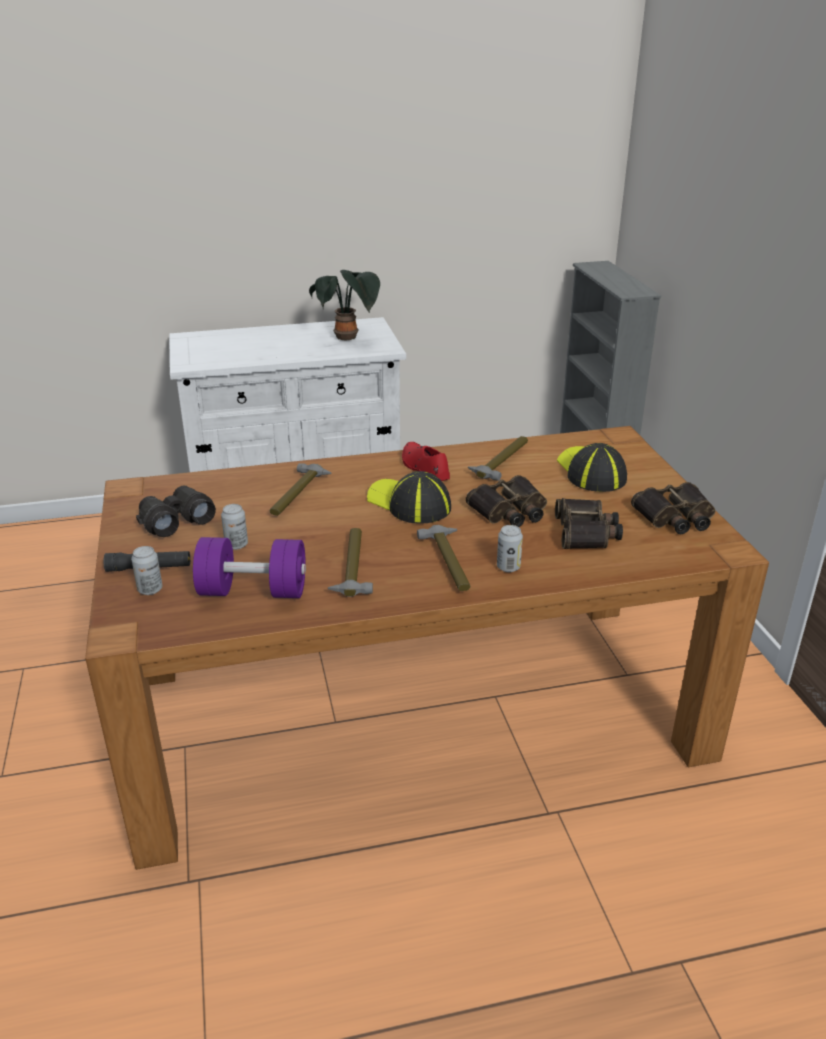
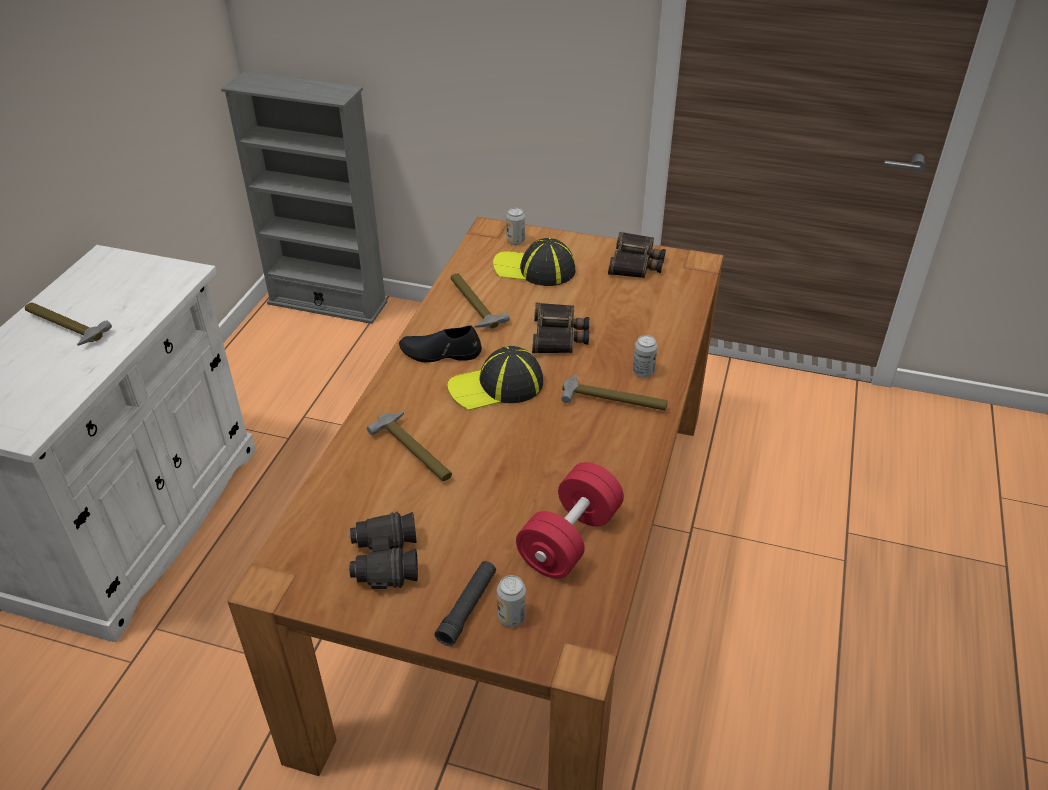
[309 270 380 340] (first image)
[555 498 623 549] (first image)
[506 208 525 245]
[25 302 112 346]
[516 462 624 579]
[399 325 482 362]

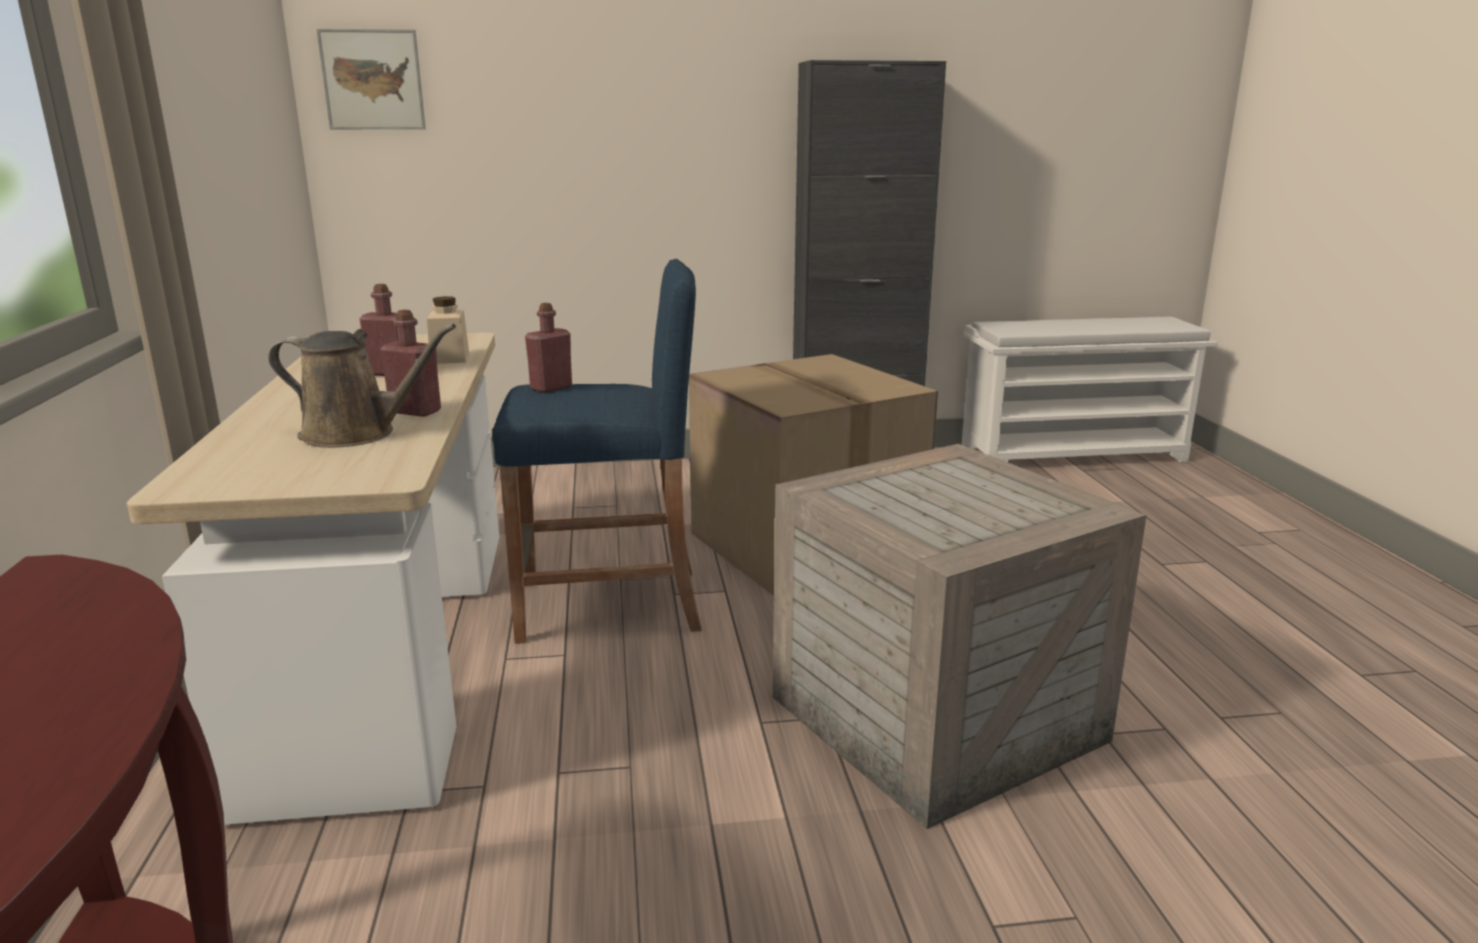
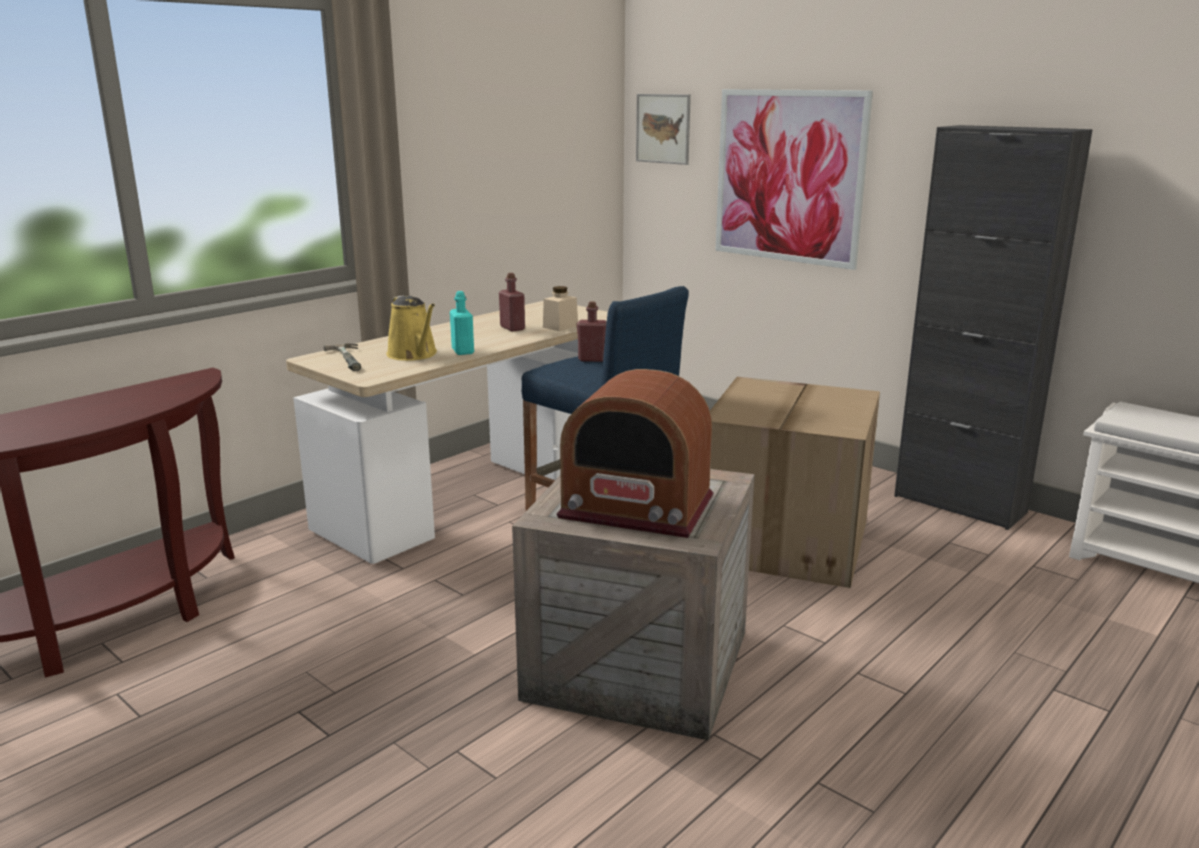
[323 343 361 371]
[557 369 714 538]
[716 89 873 270]
[386 296 437 361]
[450 291 474 355]

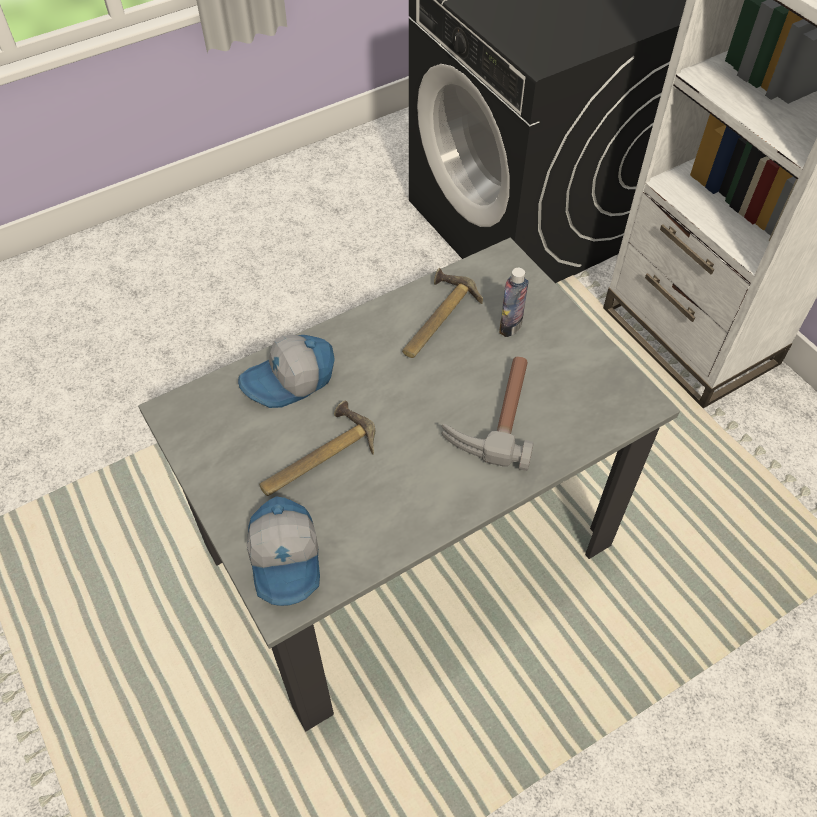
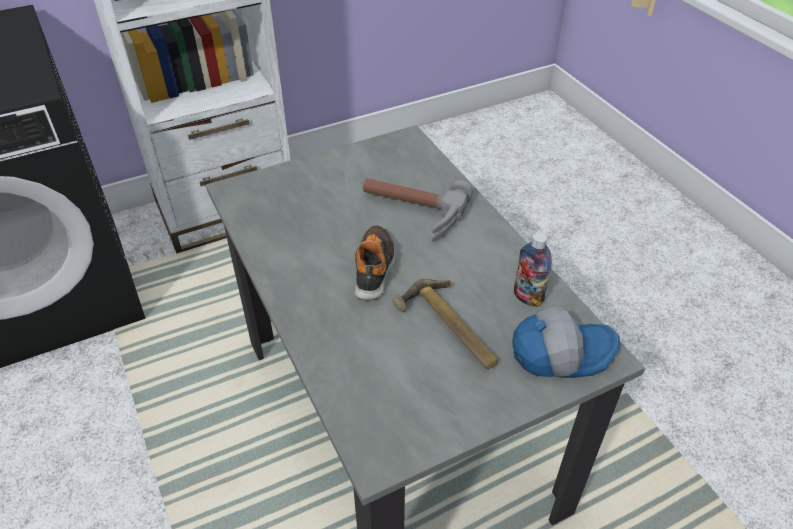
[238 335 335 408] (first image)
[402 268 483 358] (first image)
[354 225 396 300]
[514 233 552 307]

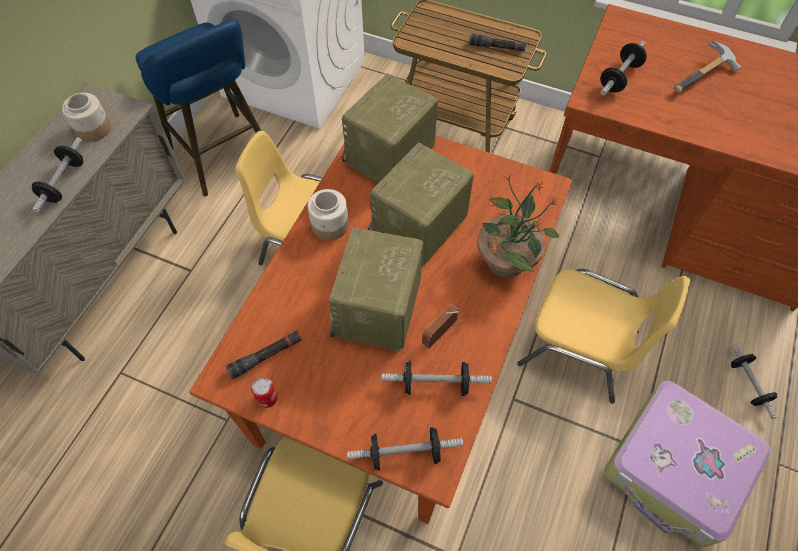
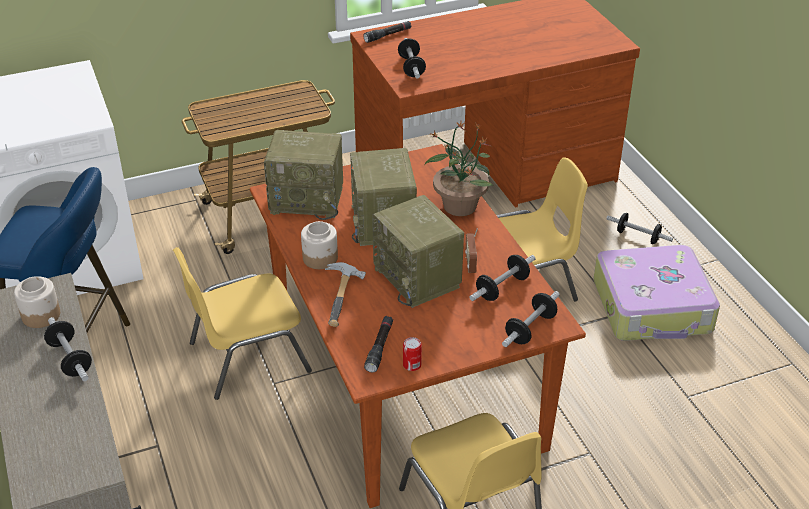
[363 21 412 43]
[325 262 366 327]
[264 130 343 220]

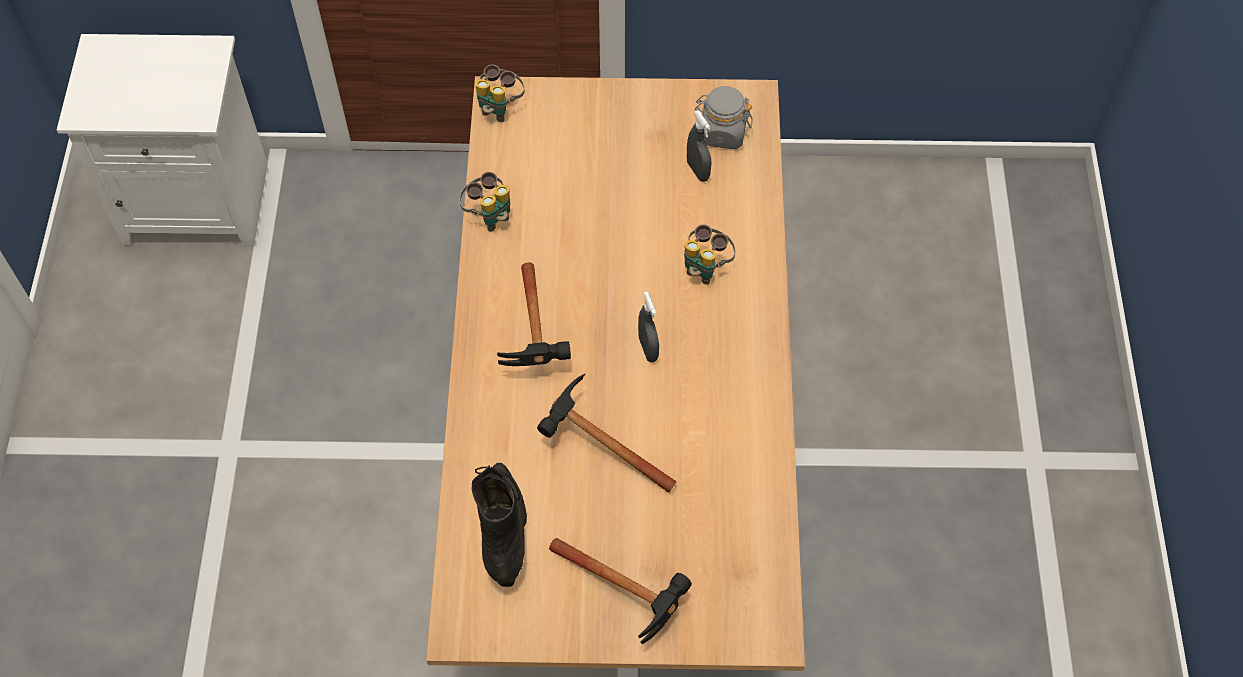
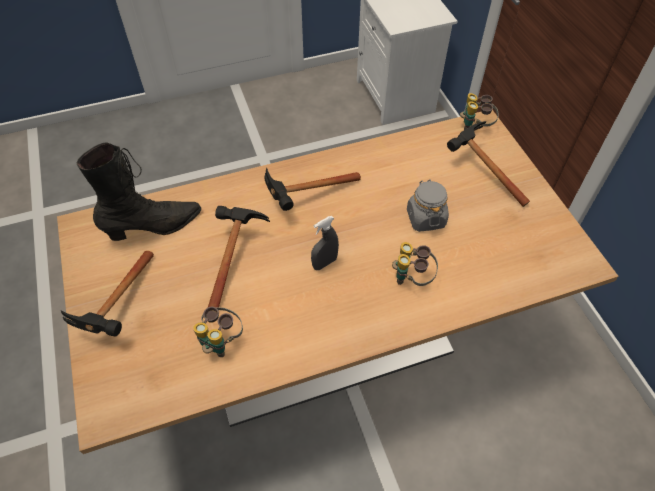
[687 110 712 182] (first image)
[447 121 530 207]
[193 307 243 357]
[407 179 449 232]

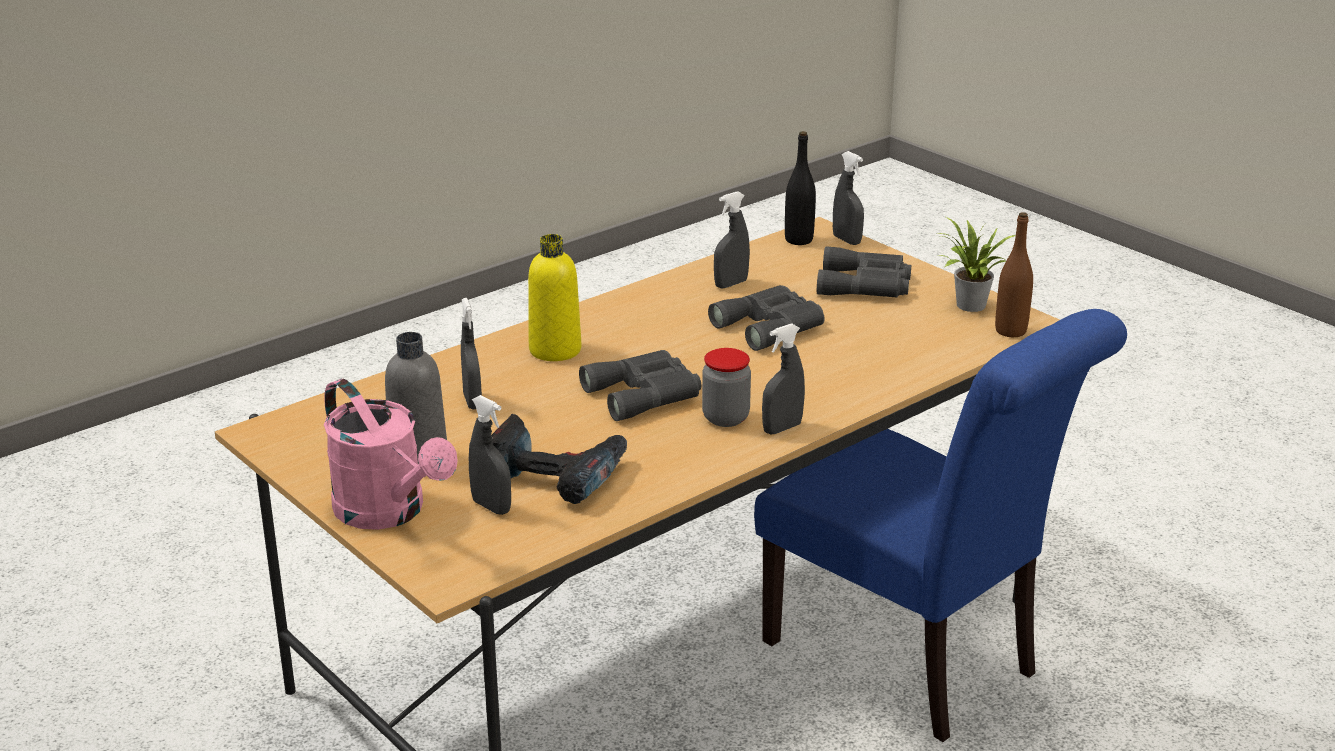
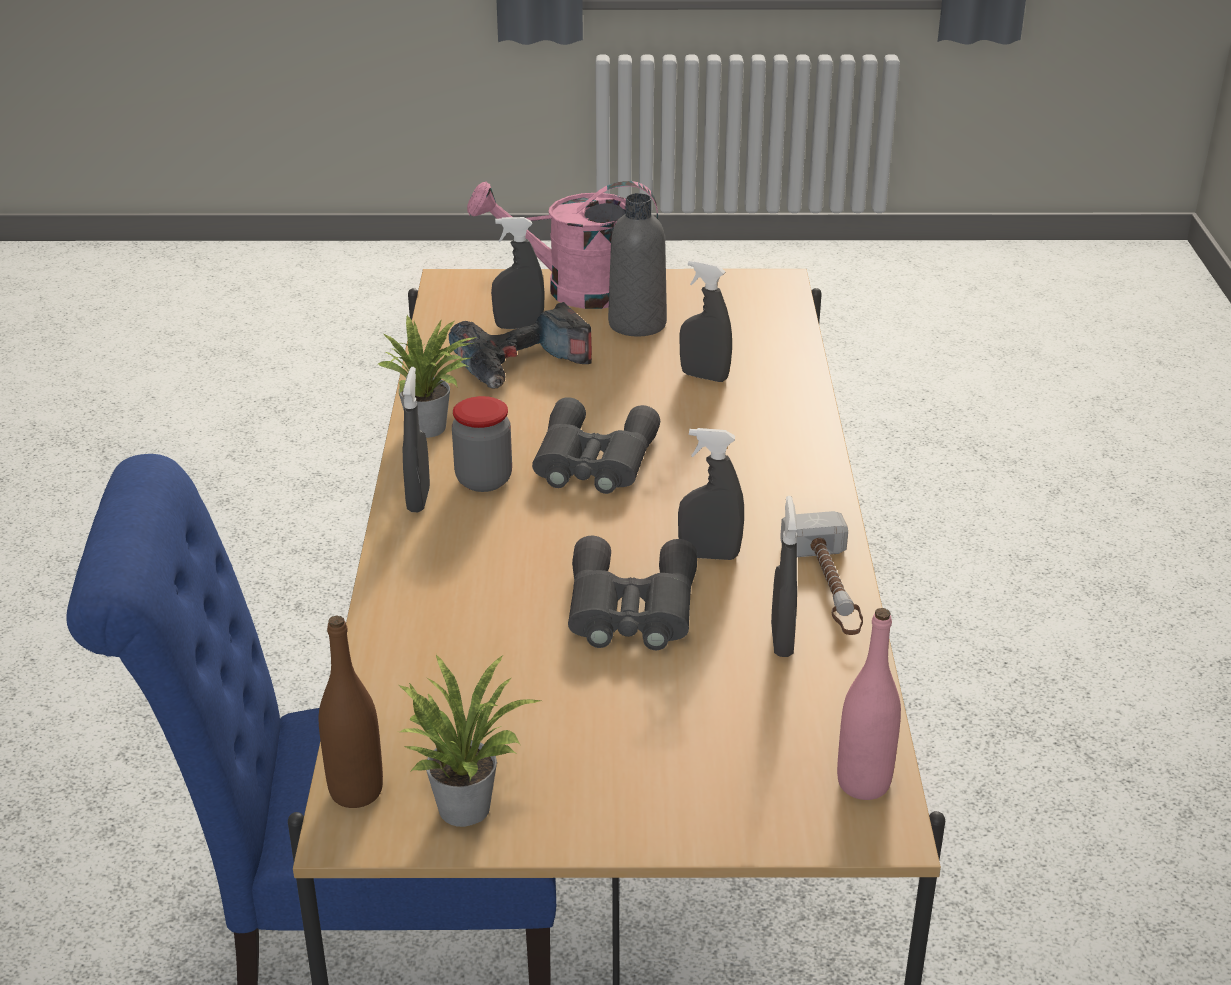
[528 234 581 361] (first image)
[817 246 911 298] (first image)
[377 315 477 438]
[780 511 863 635]
[678 428 744 560]
[837 608 901 800]

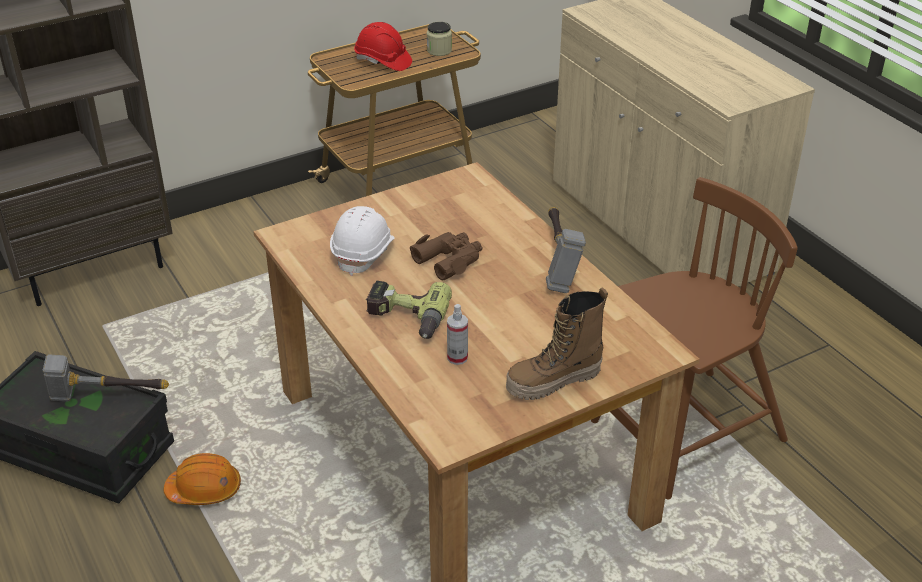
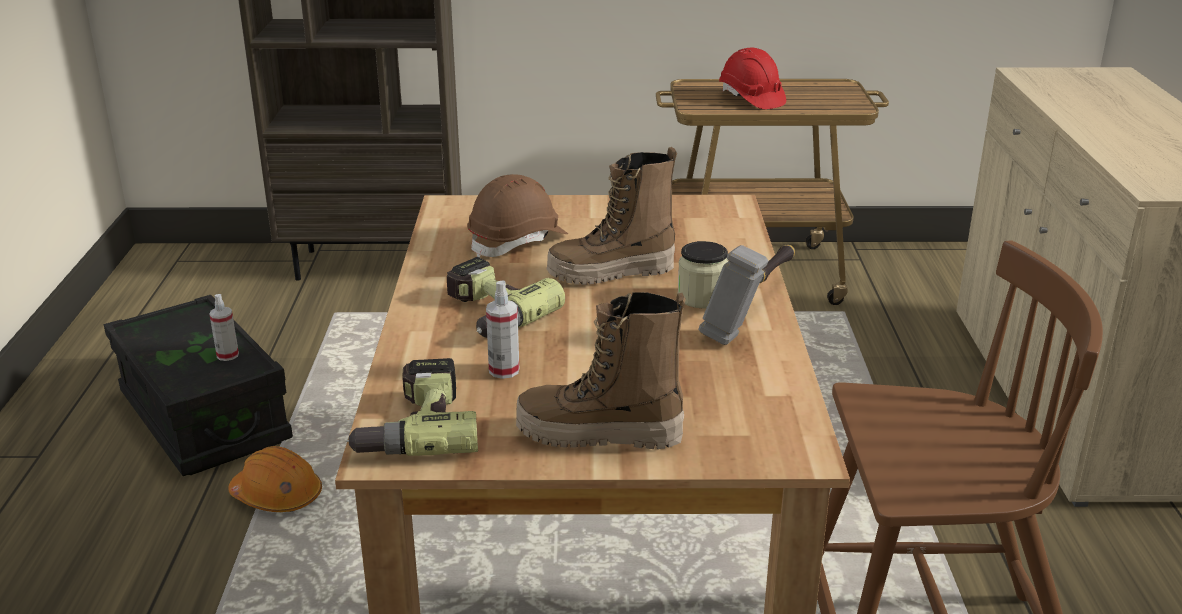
[345 358 478 456]
[678 241 728 309]
[209 294 239 361]
[547 147 677 285]
[467 174 568 258]

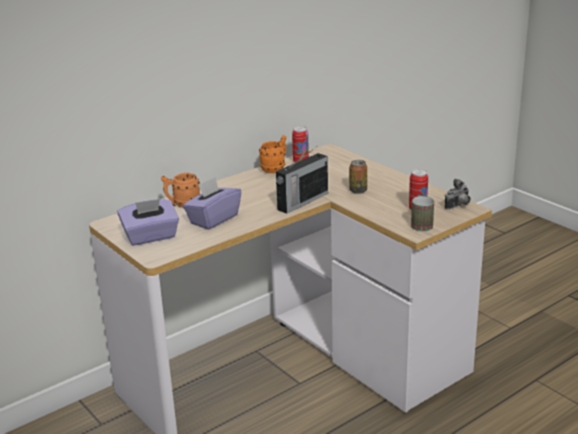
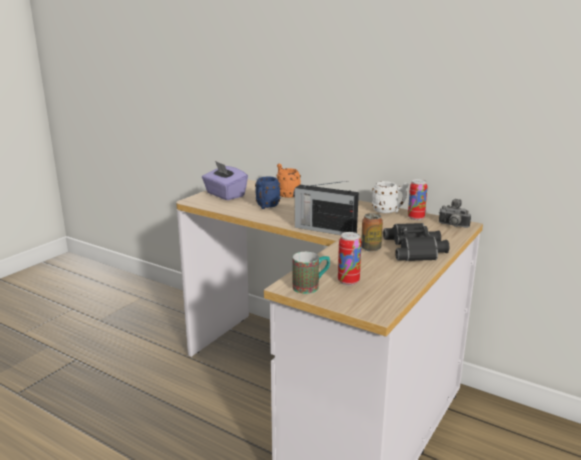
[383 223 449 261]
[439 199 471 228]
[255 176 280 209]
[372 181 409 213]

